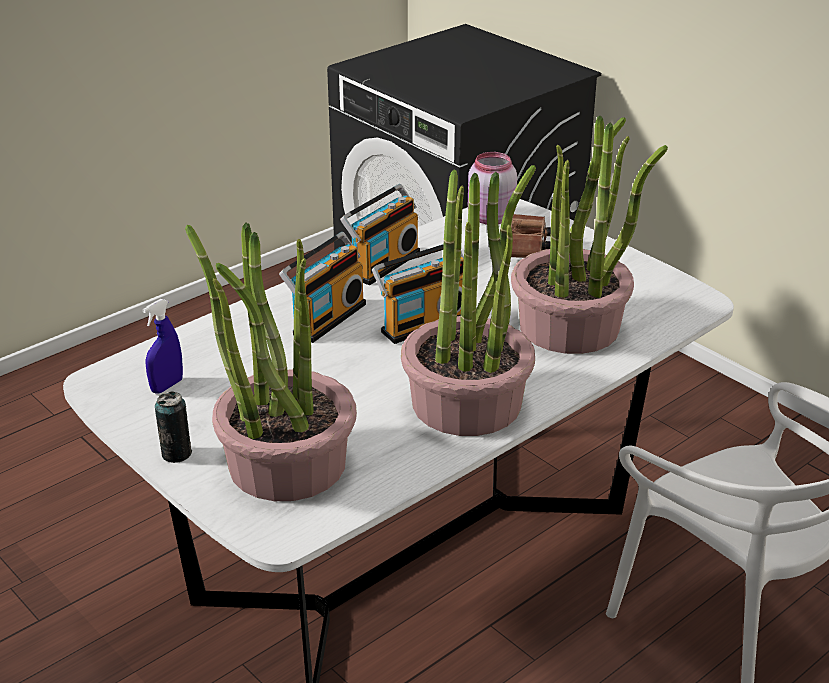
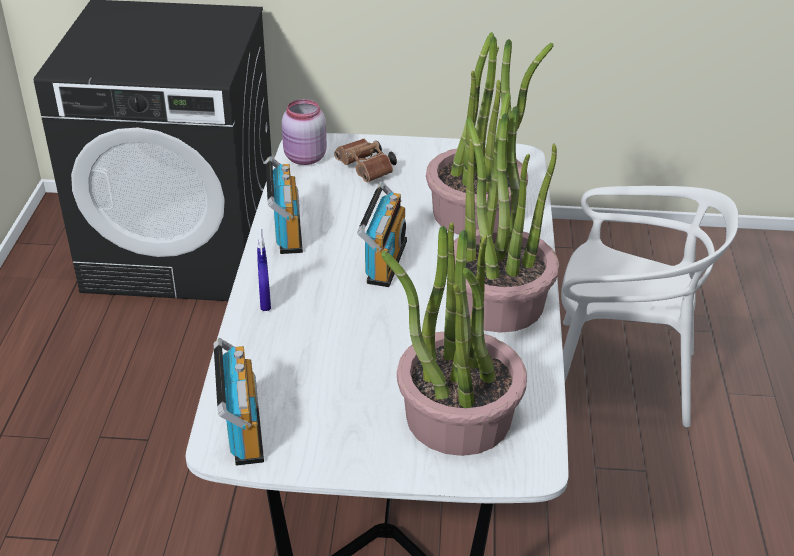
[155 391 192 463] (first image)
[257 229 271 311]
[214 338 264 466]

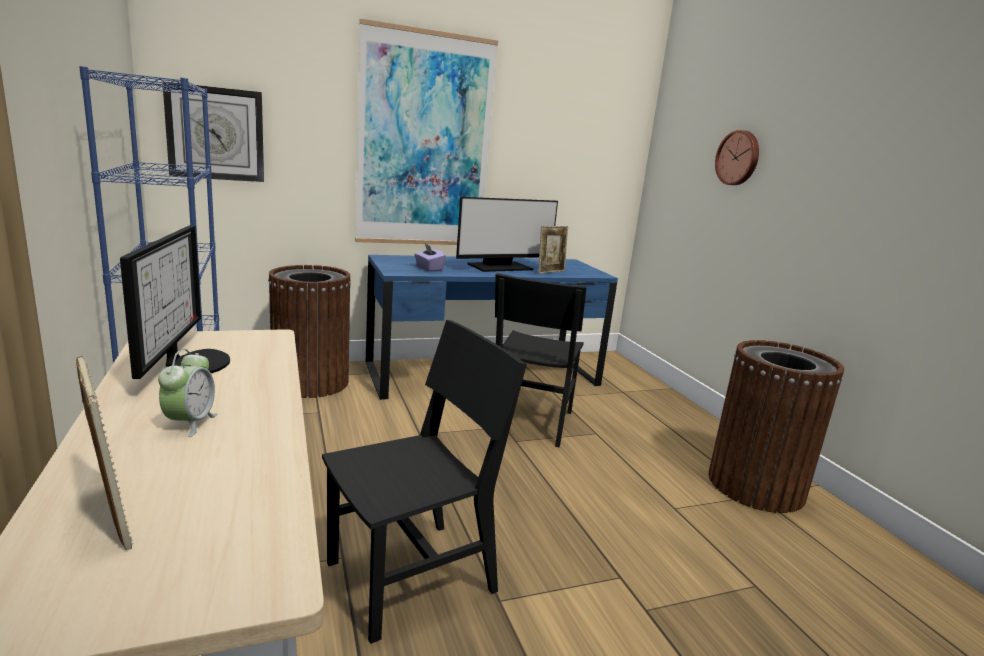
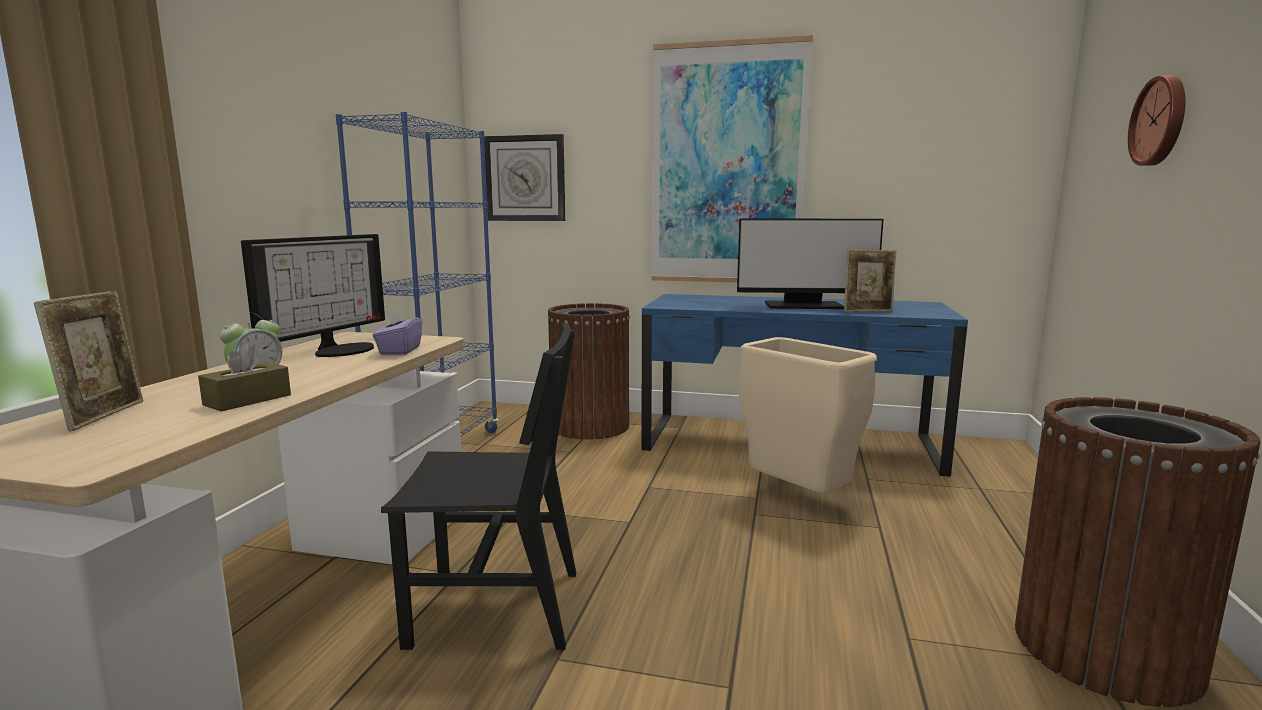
[198 342 291 411]
[373 308 422 355]
[739 337 877 493]

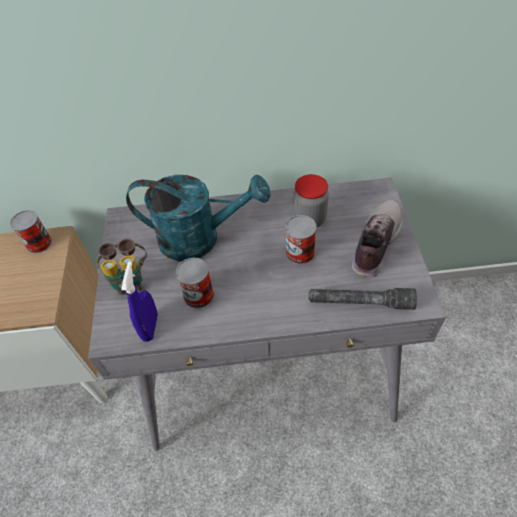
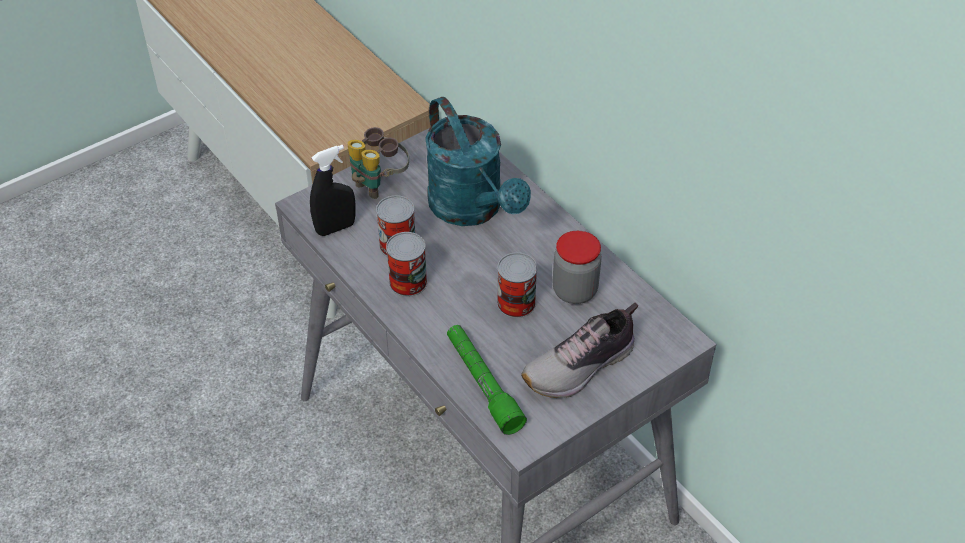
[386 232 427 297]
[310 145 356 236]
[447 325 527 435]
[521 303 639 398]

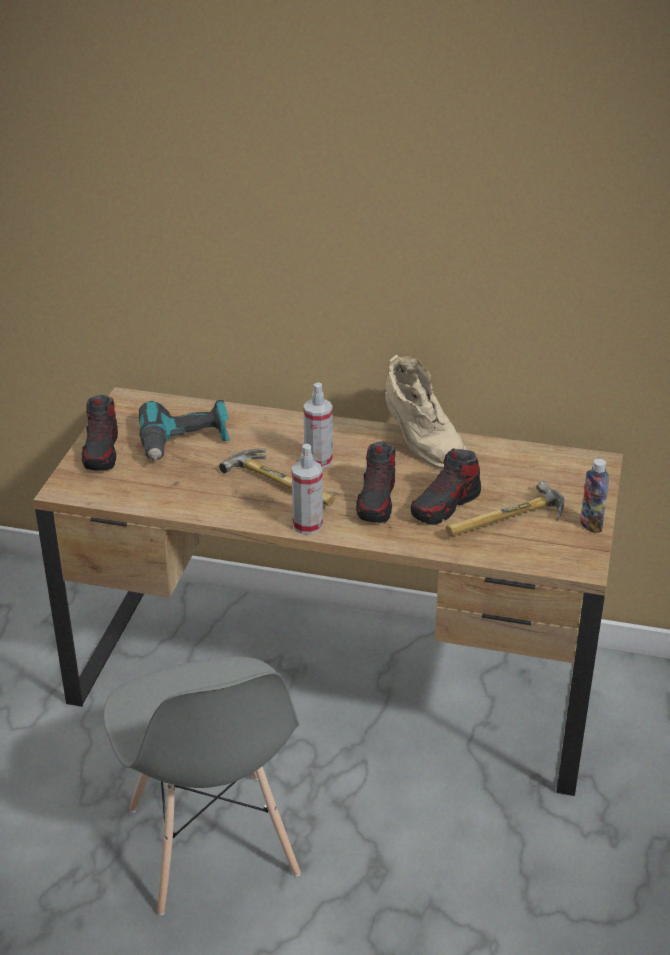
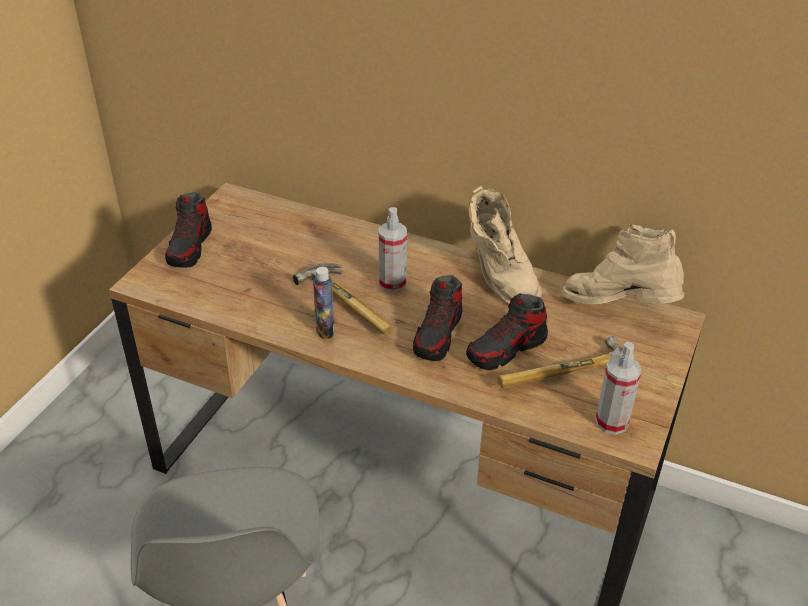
[139 400 230 460] (first image)
[562 225 685 304]
[595 342 642 435]
[313 267 335 339]

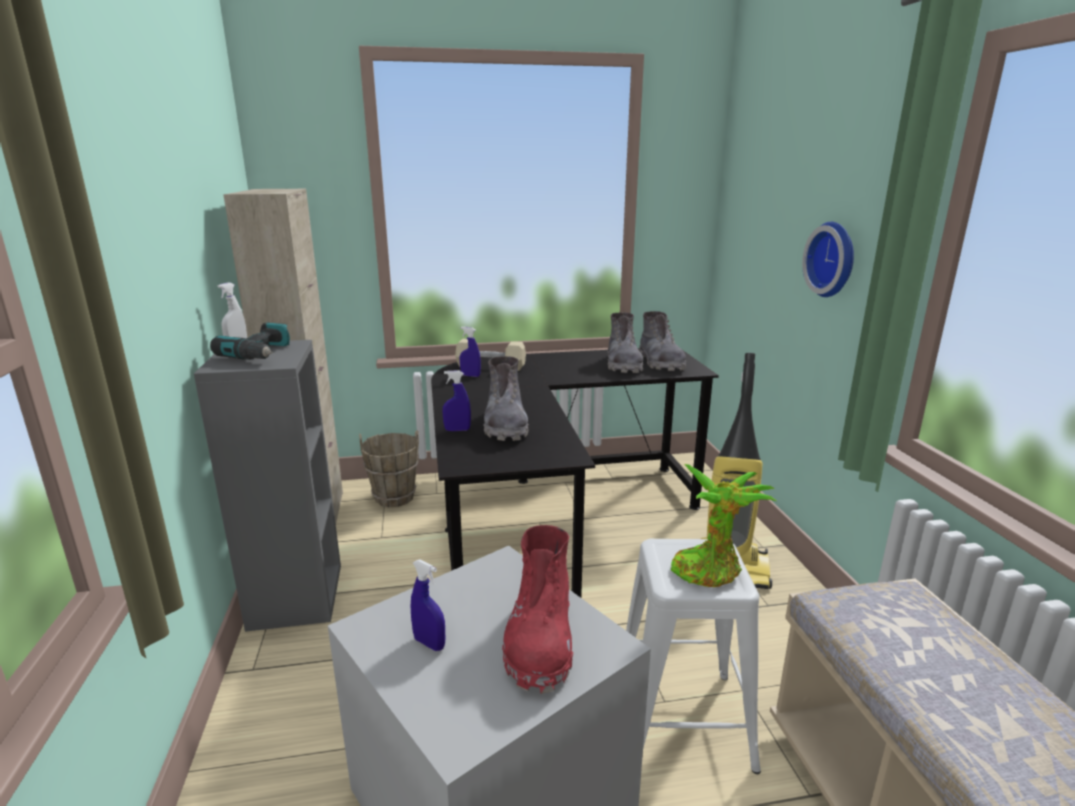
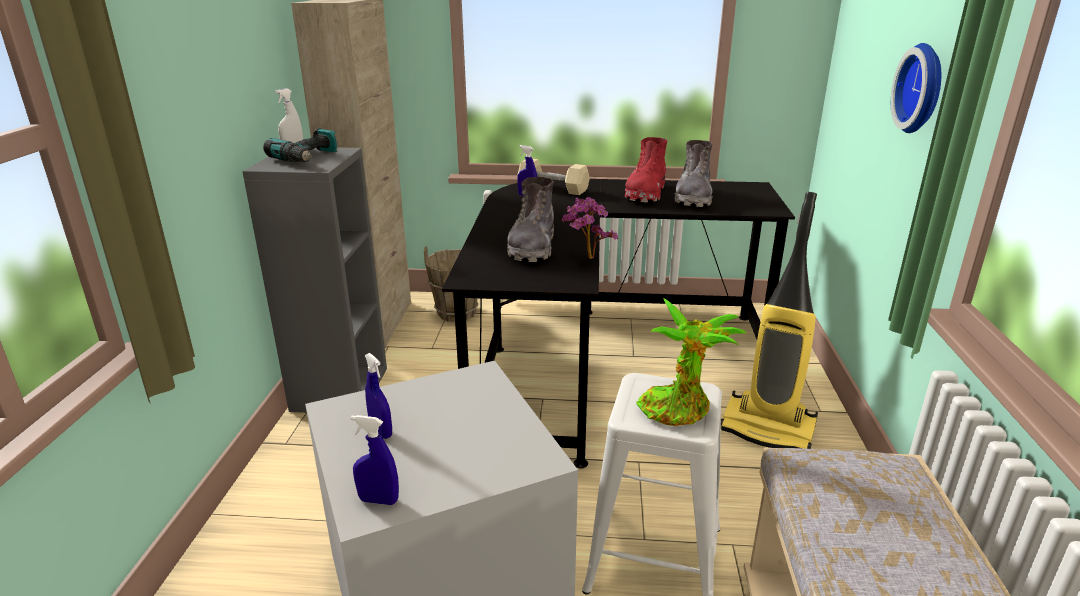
[639 311 686 371] (first image)
[561 197 618 259]
[350 415 399 505]
[625 137 667 202]

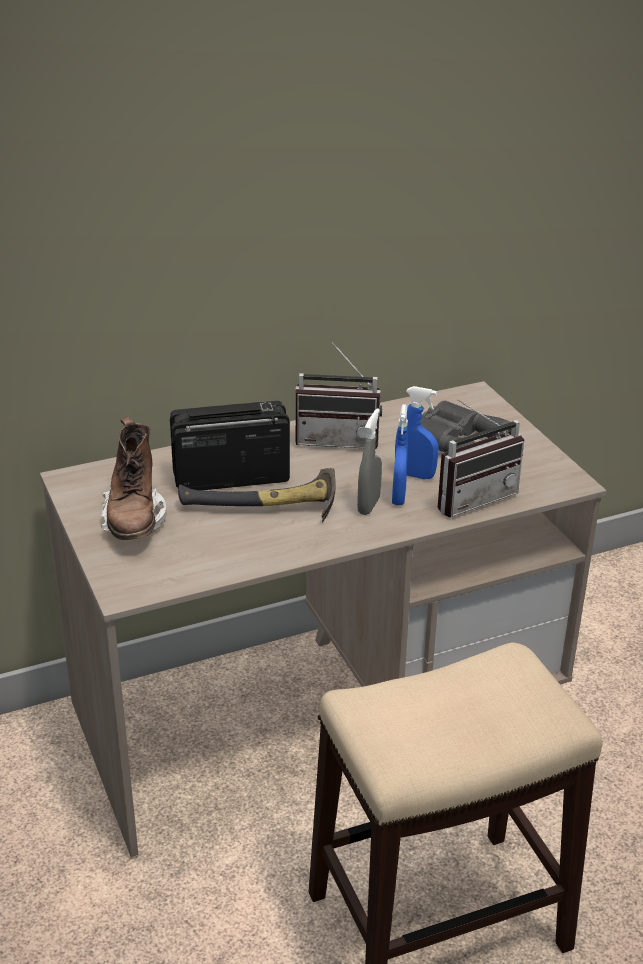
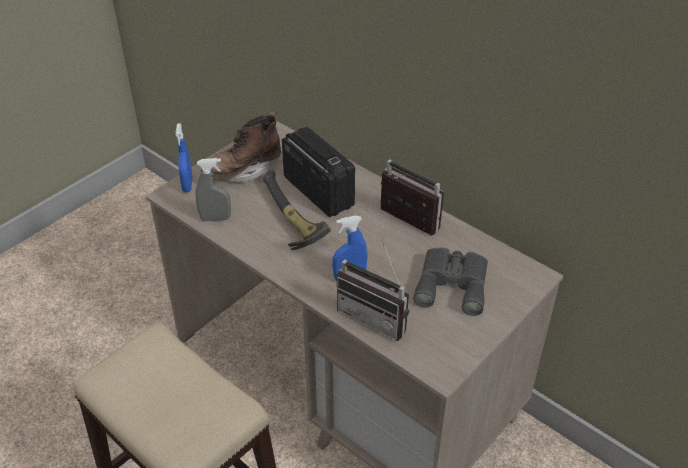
[195 158 231 221]
[175 123 193 192]
[381 159 444 236]

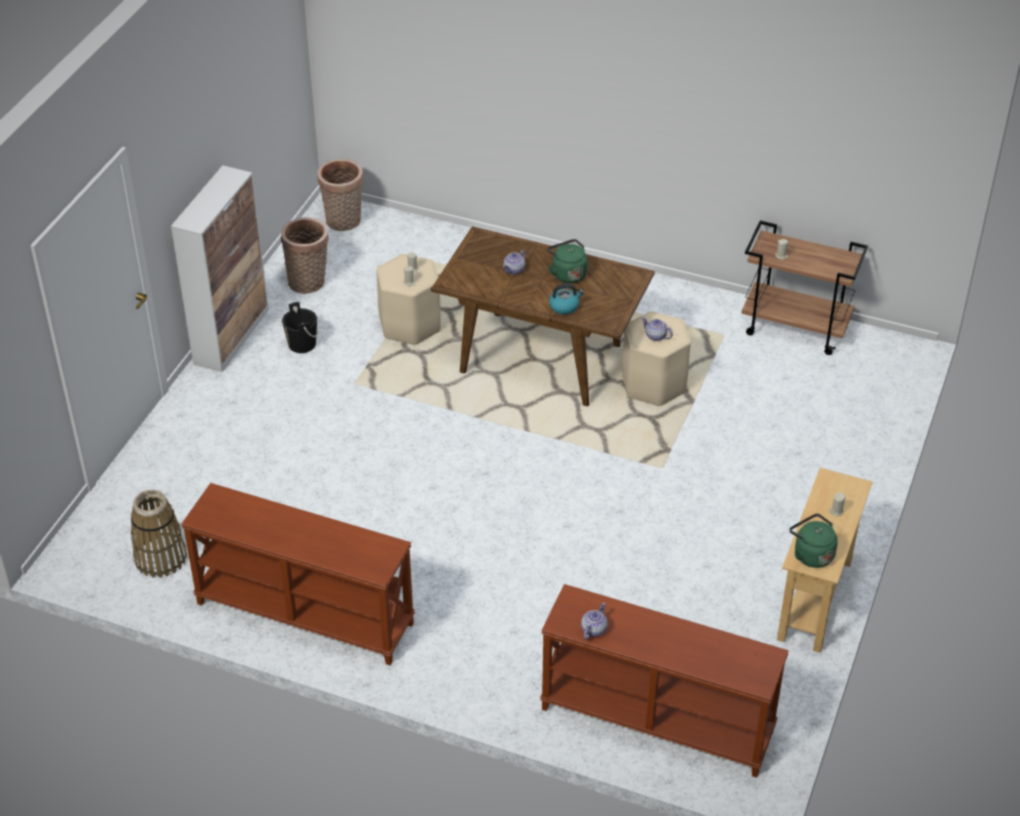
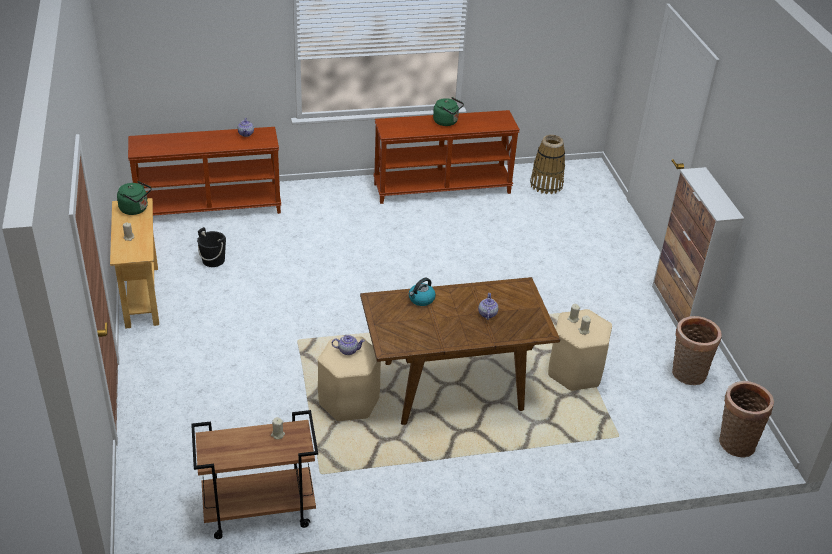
[197 227 226 267]
[433 97 464 126]

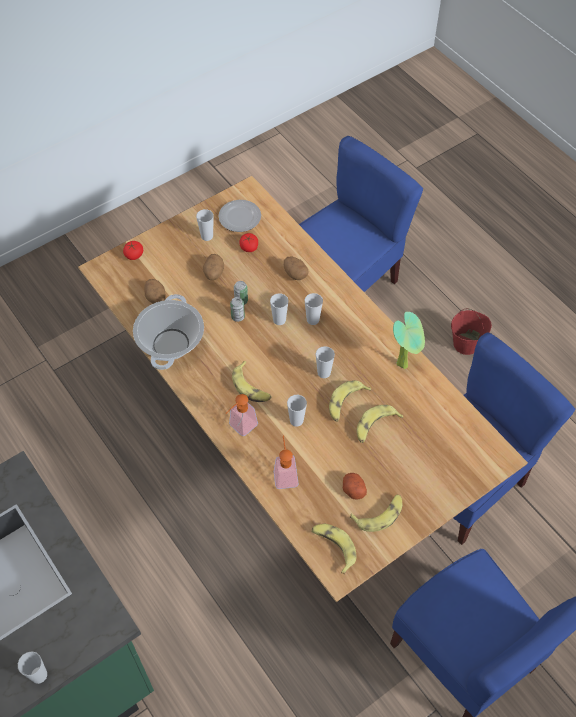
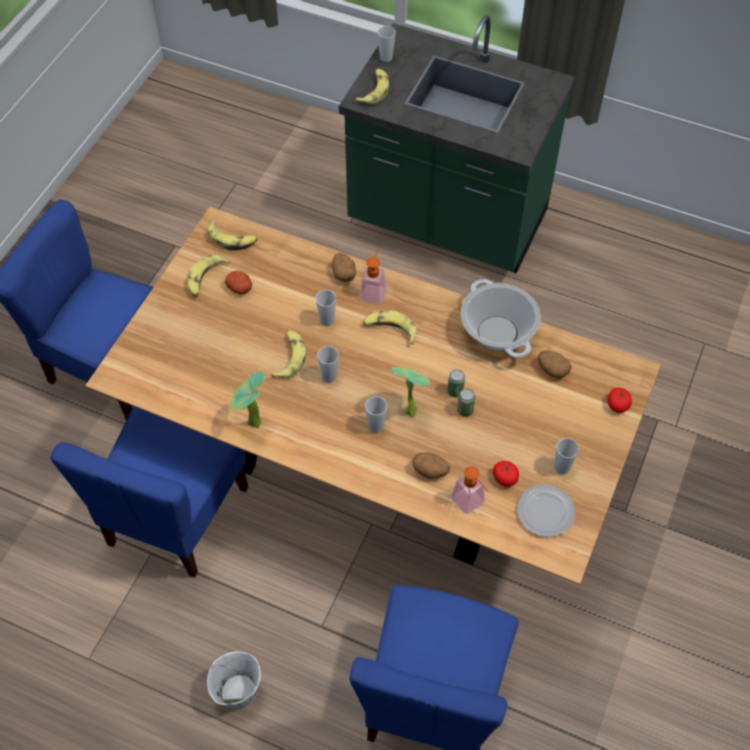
[332 253 356 282]
[451 466 489 514]
[355 69 389 104]
[391 367 430 417]
[207 652 261 709]

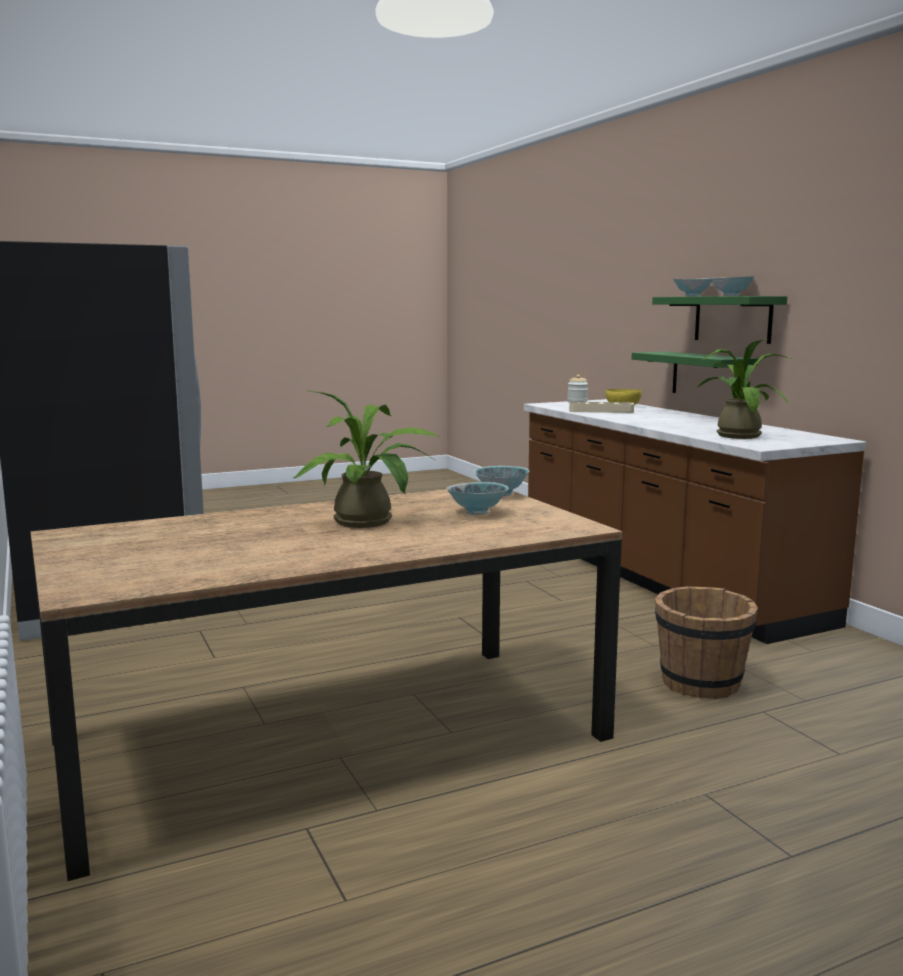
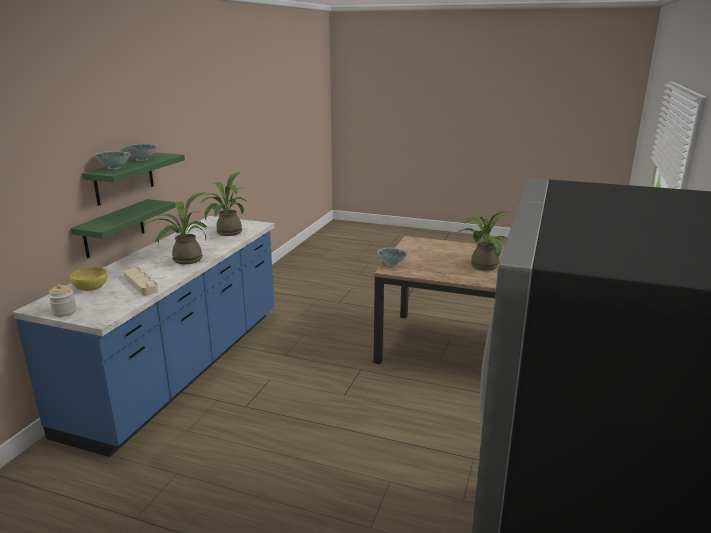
[446 482 509 515] (first image)
[655 586 758 699] (first image)
[143 192 207 264]
[13 216 274 457]

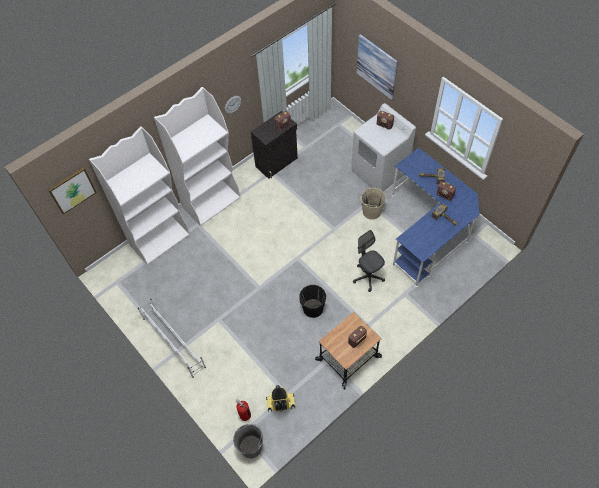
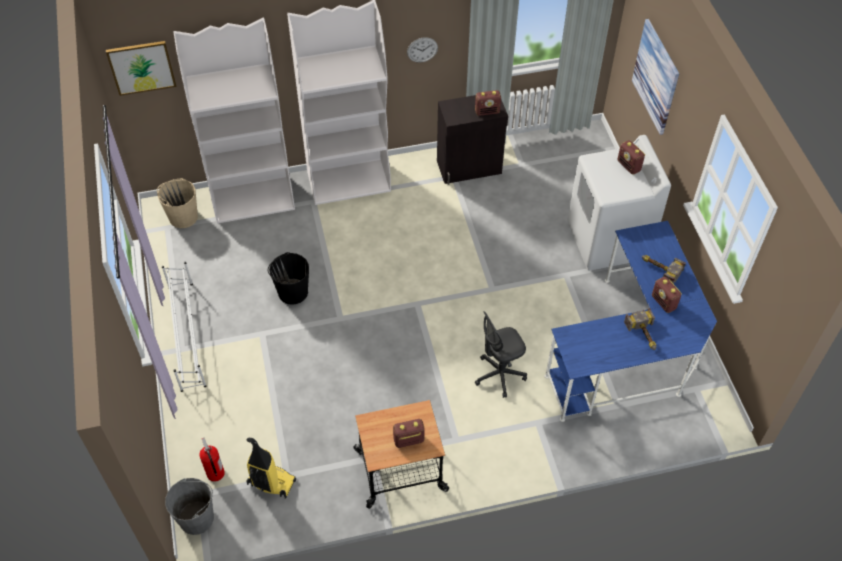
[267 252 309 305]
[157 178 198 228]
[475 311 527 398]

